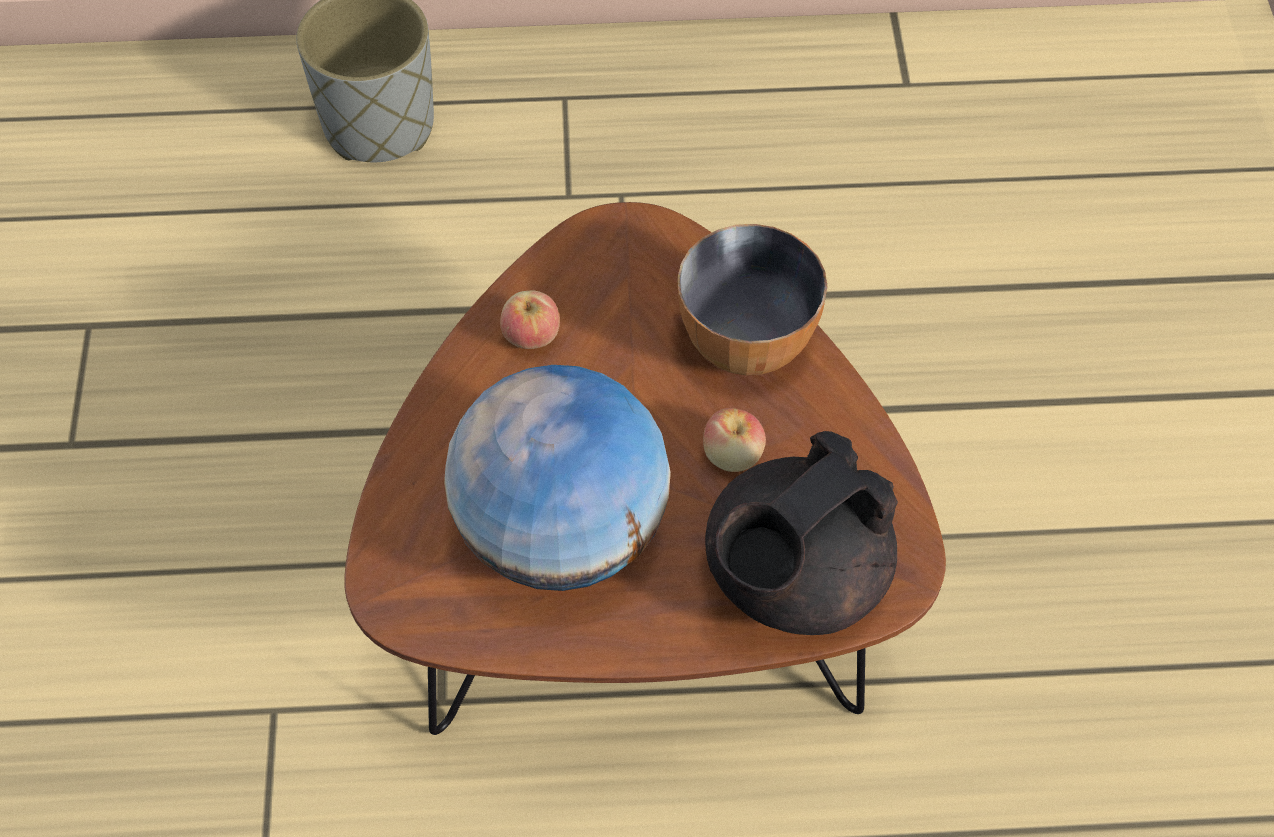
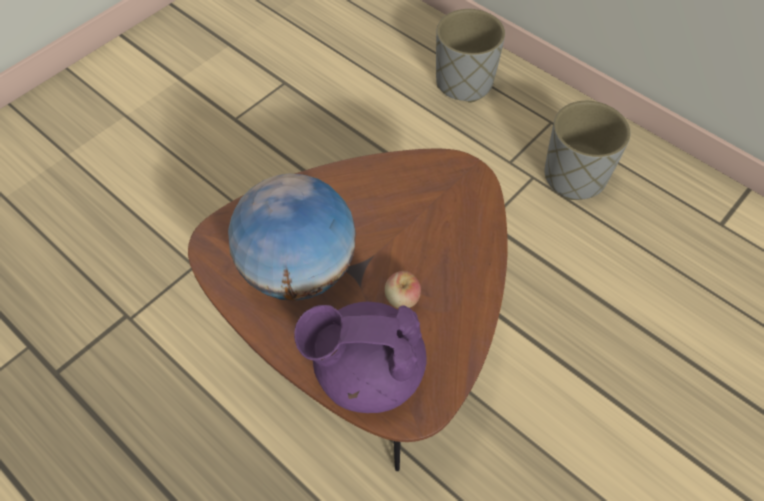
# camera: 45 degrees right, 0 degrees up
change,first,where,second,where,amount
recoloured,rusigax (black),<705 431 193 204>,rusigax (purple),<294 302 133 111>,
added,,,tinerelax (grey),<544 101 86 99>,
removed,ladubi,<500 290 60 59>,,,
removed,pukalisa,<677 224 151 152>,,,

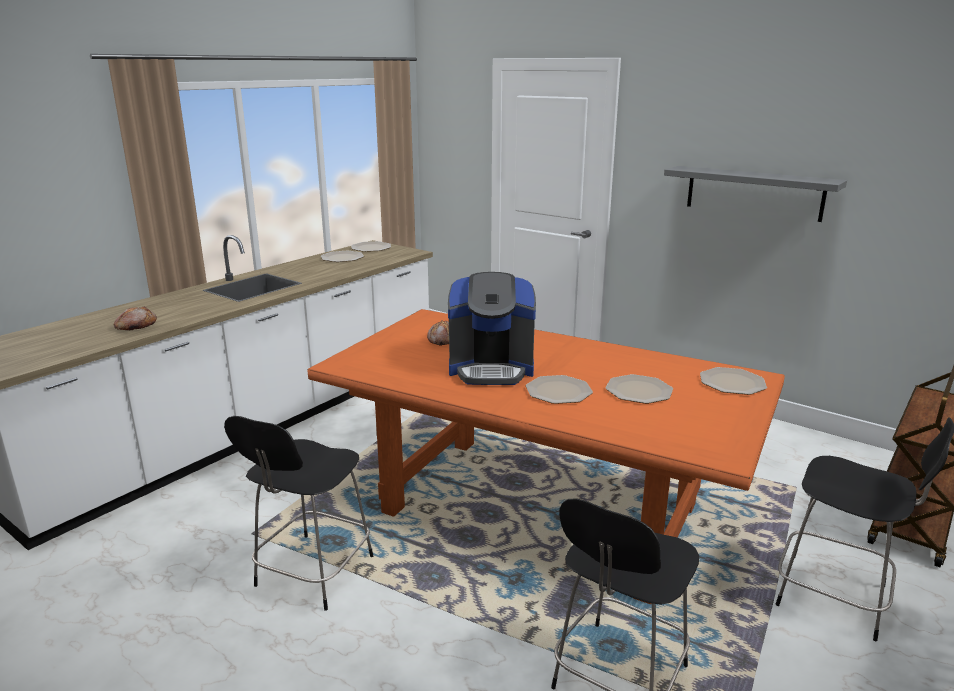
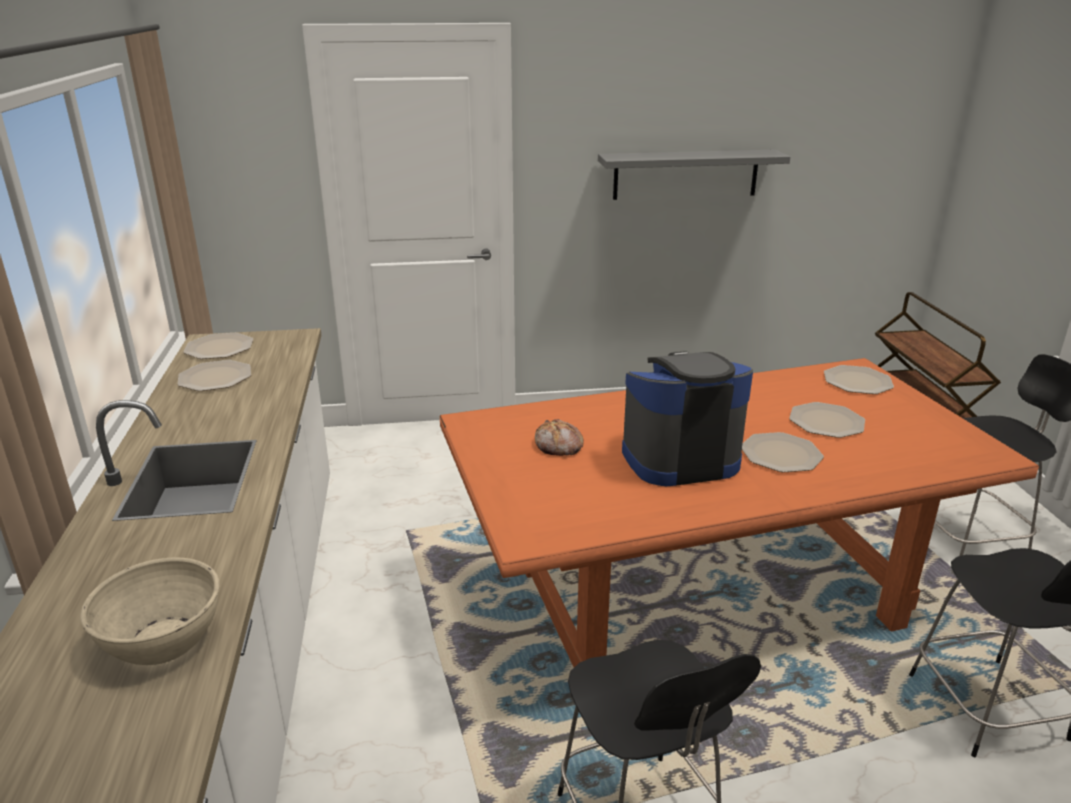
# camera: 45 degrees left, 5 degrees up
change,first,where,second,where,amount
replaced,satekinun,<114 306 43 24>,pukalisa (beige),<80 558 140 107>,
turned,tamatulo,<448 272 88 113>,,<622 351 131 135>,150 degrees counterclockwise

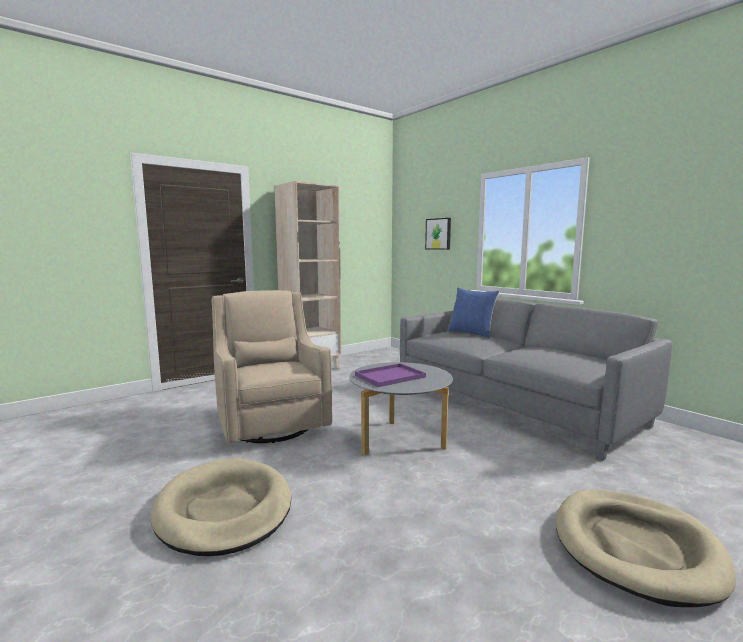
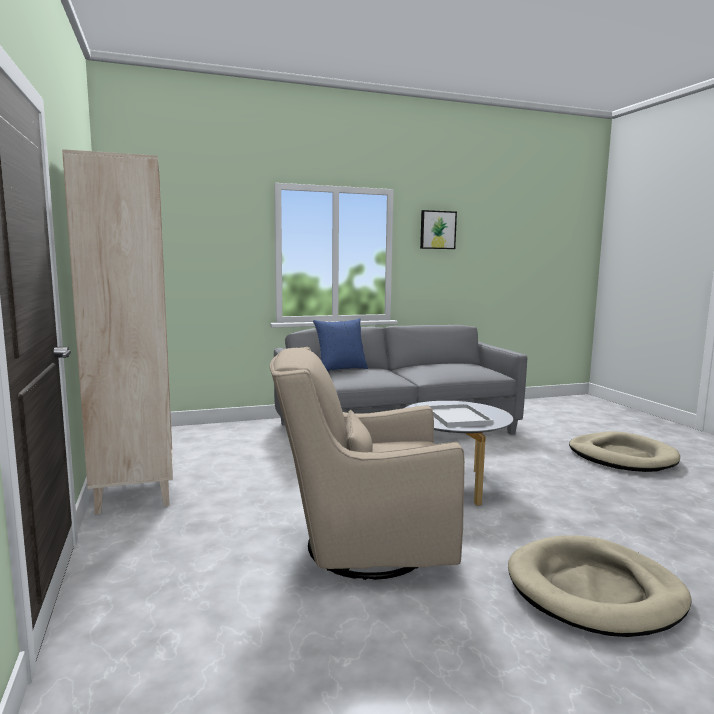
# camera: 70 degrees left, 0 degrees up
change,first,where,second,where,amount
moved,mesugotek,<425 218 26 32>,,<420 210 37 39>,
recoloured,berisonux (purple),<355 363 71 24>,berisonux (white),<430 404 63 23>,

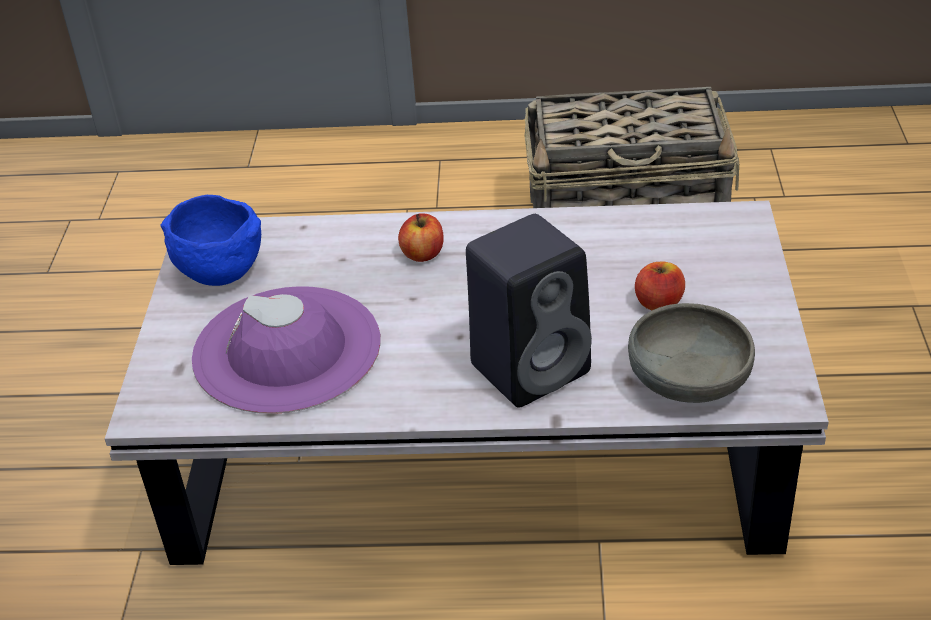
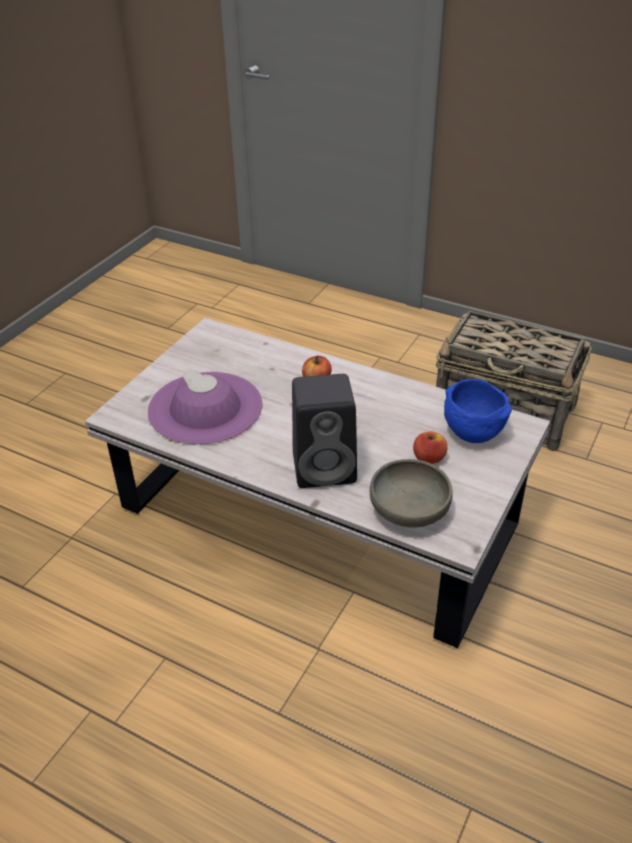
# camera: 25 degrees right, 0 degrees up
change,first,where,second,where,amount
moved,pukalisa (blue),<161 195 100 91>,,<444 379 68 64>,

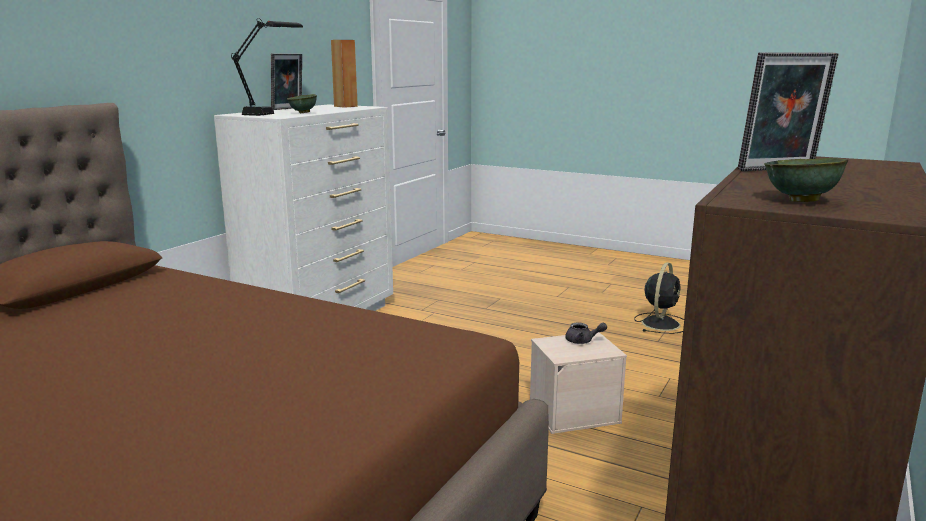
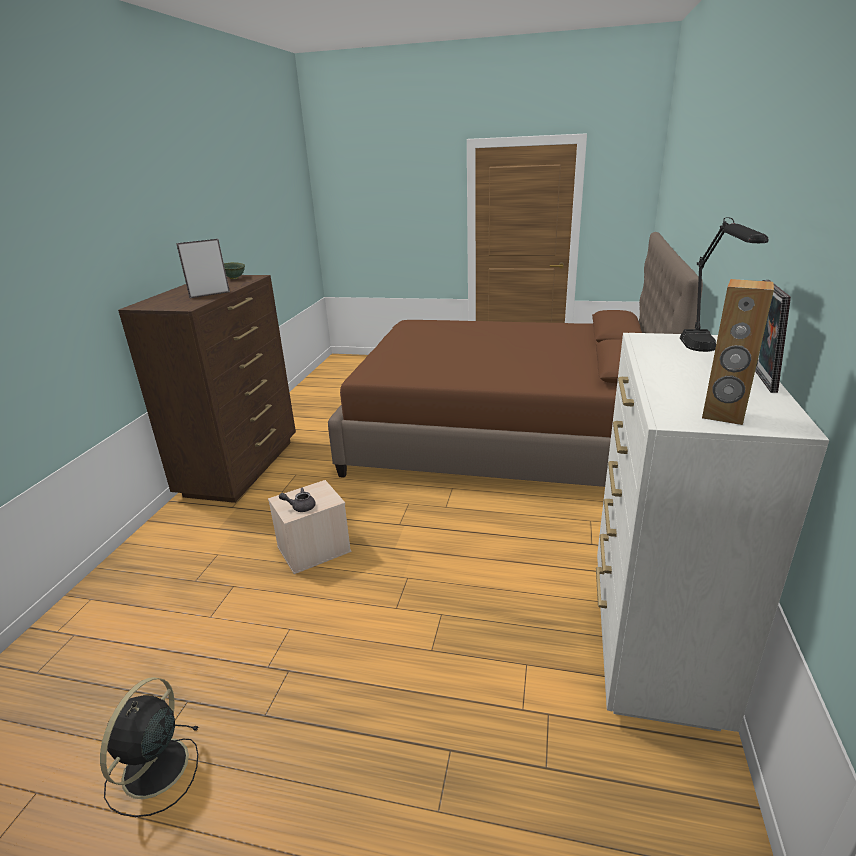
# camera: 165 degrees right, 10 degrees up
change,first,where,second,where,amount
removed,pukalisa (green),<287 94 30 19>,,,

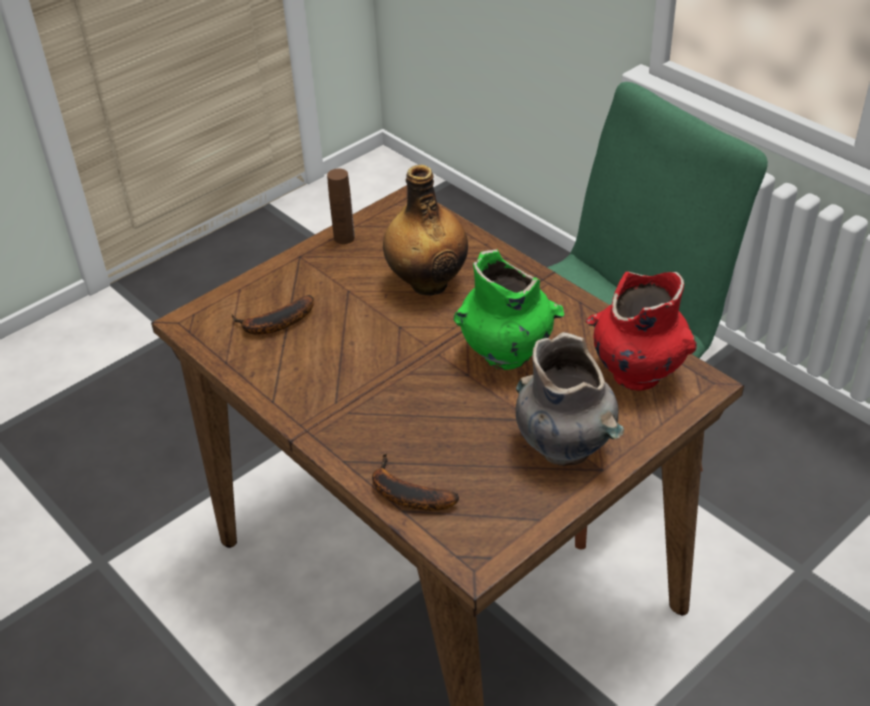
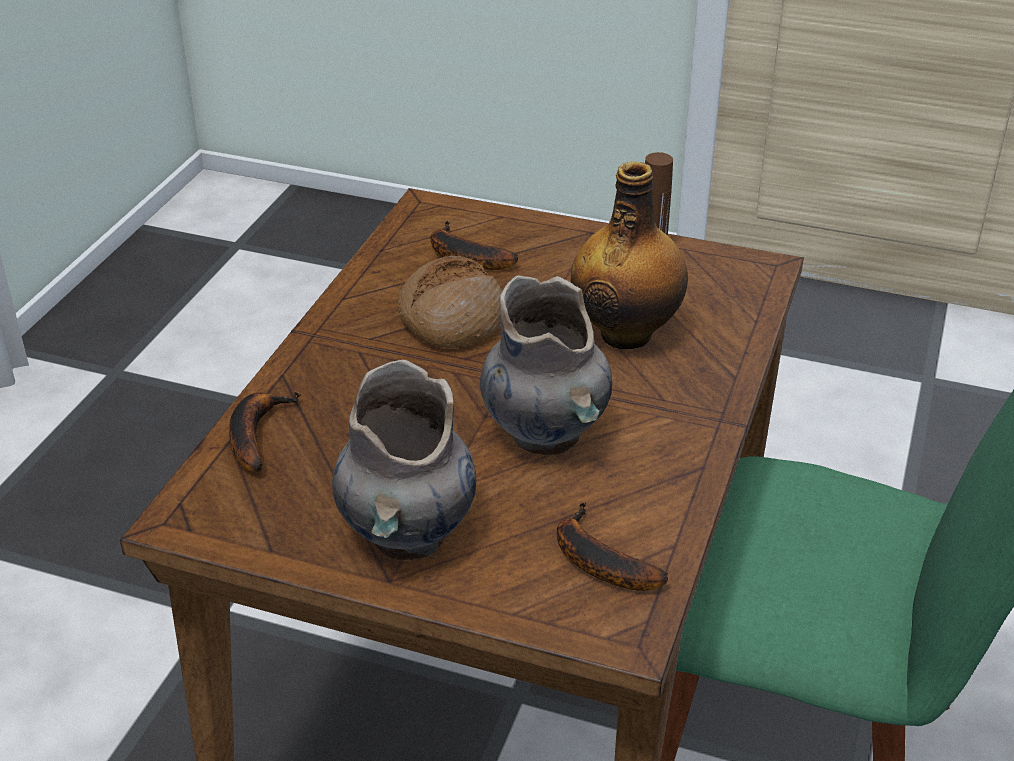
# camera: 60 degrees right, 5 degrees down
change,first,where,second,where,amount
added,,,satekinun,<397 256 105 92>,
recoloured,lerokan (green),<453 249 111 121>,lerokan (grey),<480 275 132 180>,
replaced,lerokan (red),<586 271 111 120>,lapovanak,<557 502 111 89>,

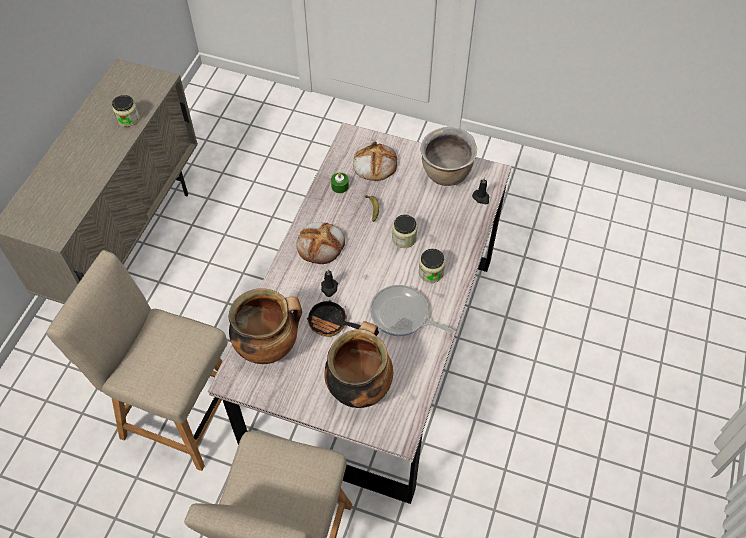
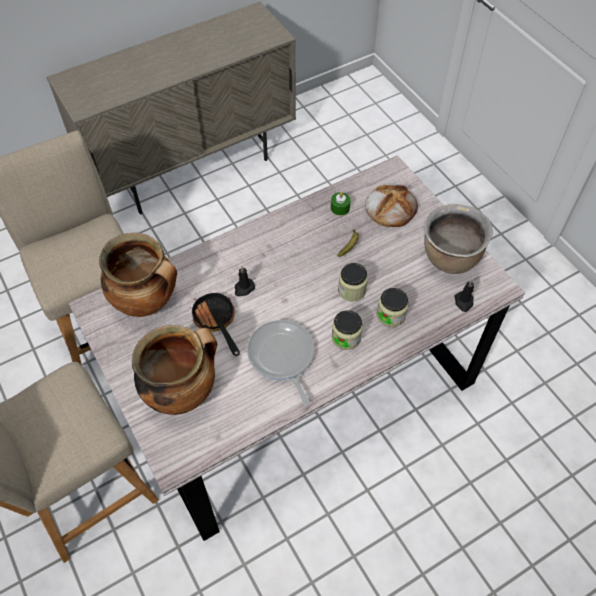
# camera: 40 degrees right, 0 degrees up
change,first,where,second,where,amount
moved,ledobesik,<112 95 27 32>,,<377 288 32 39>,
removed,satekinun,<296 222 49 42>,,,

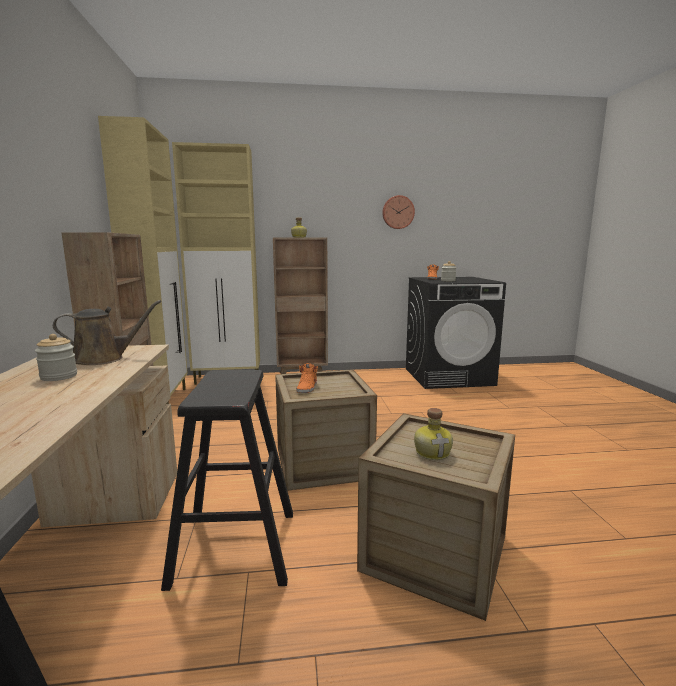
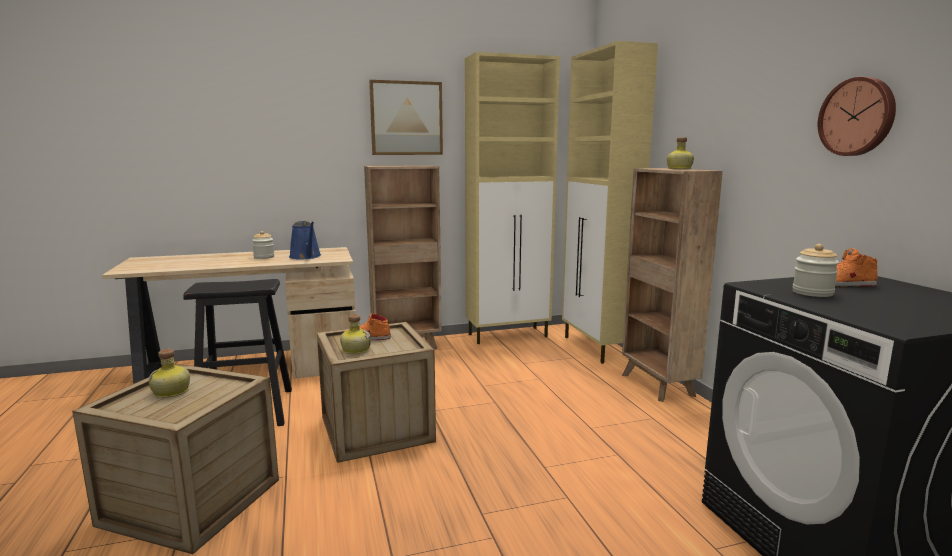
# camera: 80 degrees right, 0 degrees up
change,first,where,second,where,amount
recoloured,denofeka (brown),<53 300 109 65>,denofeka (blue),<289 221 32 39>,
added,,,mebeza,<340 314 31 40>,
added,,,mesugotek,<369 80 74 75>,

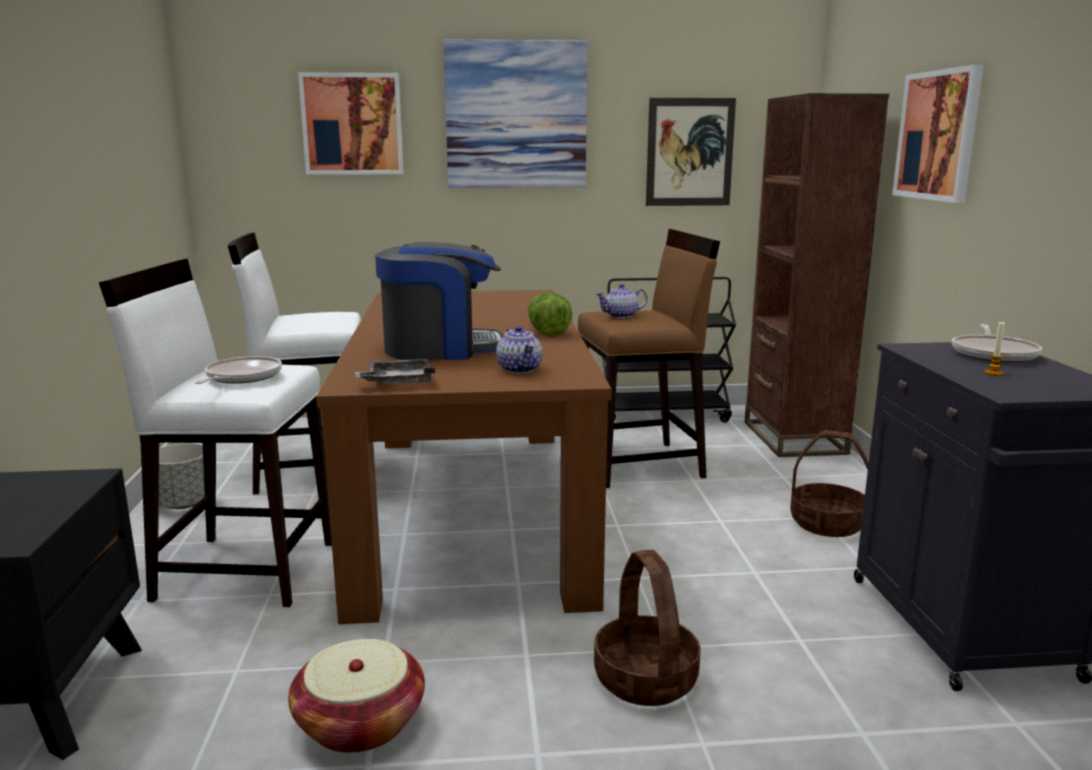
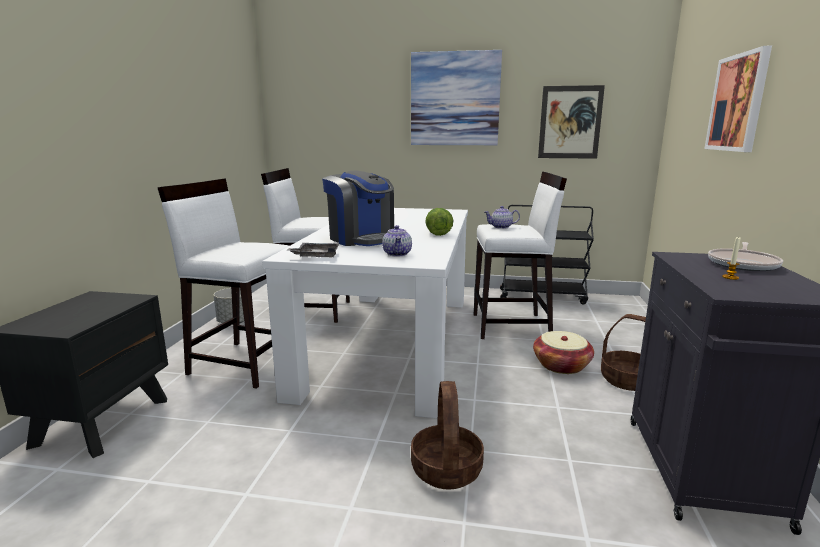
# camera: 15 degrees right, 0 degrees up
change,first,where,second,where,amount
recoloured,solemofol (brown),<316 290 296 334>,solemofol (white),<262 208 206 210>,
turned,tamatulo,<375 242 129 118>,,<322 171 72 75>,45 degrees clockwise
recoloured,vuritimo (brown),<578 229 142 259>,vuritimo (white),<474 171 93 168>,
moved,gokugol,<288 639 137 114>,,<533 331 61 43>,
removed,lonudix,<195 356 87 28>,,,
removed,mesugotek,<298 72 106 103>,,,
removed,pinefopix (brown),<745 93 144 364>,,,

